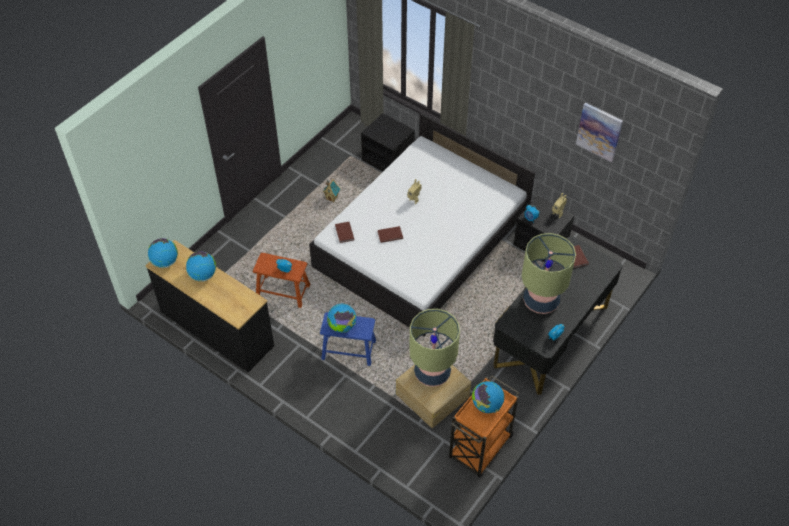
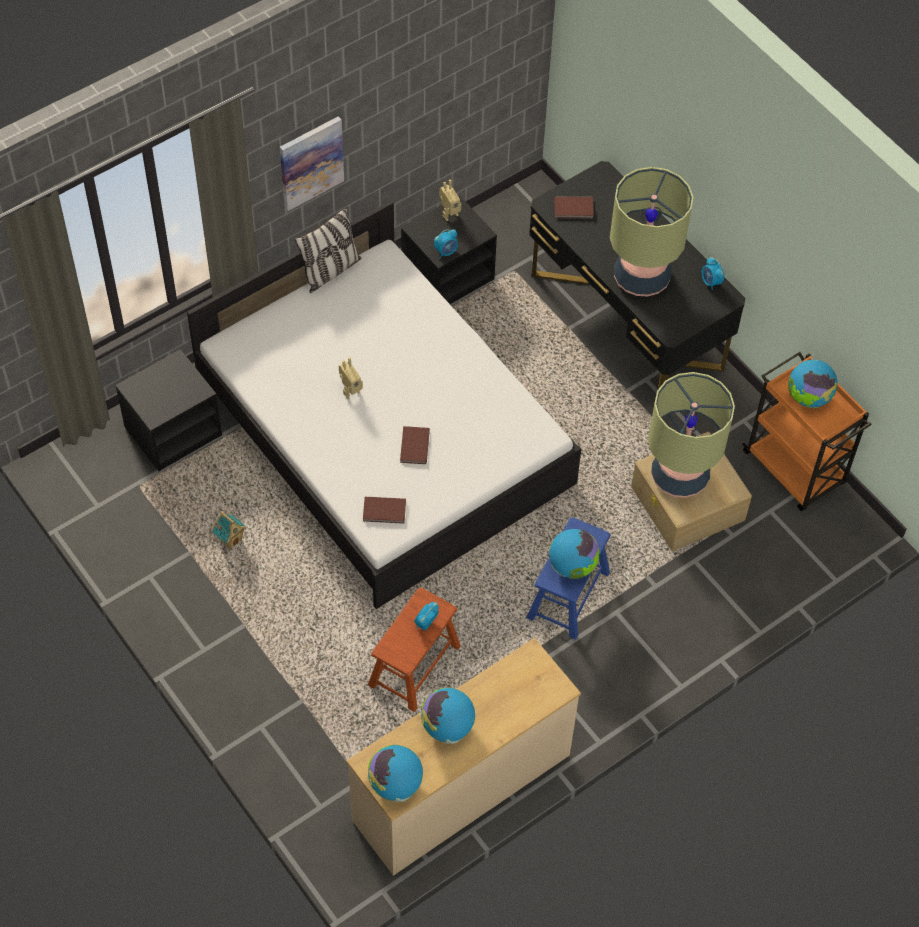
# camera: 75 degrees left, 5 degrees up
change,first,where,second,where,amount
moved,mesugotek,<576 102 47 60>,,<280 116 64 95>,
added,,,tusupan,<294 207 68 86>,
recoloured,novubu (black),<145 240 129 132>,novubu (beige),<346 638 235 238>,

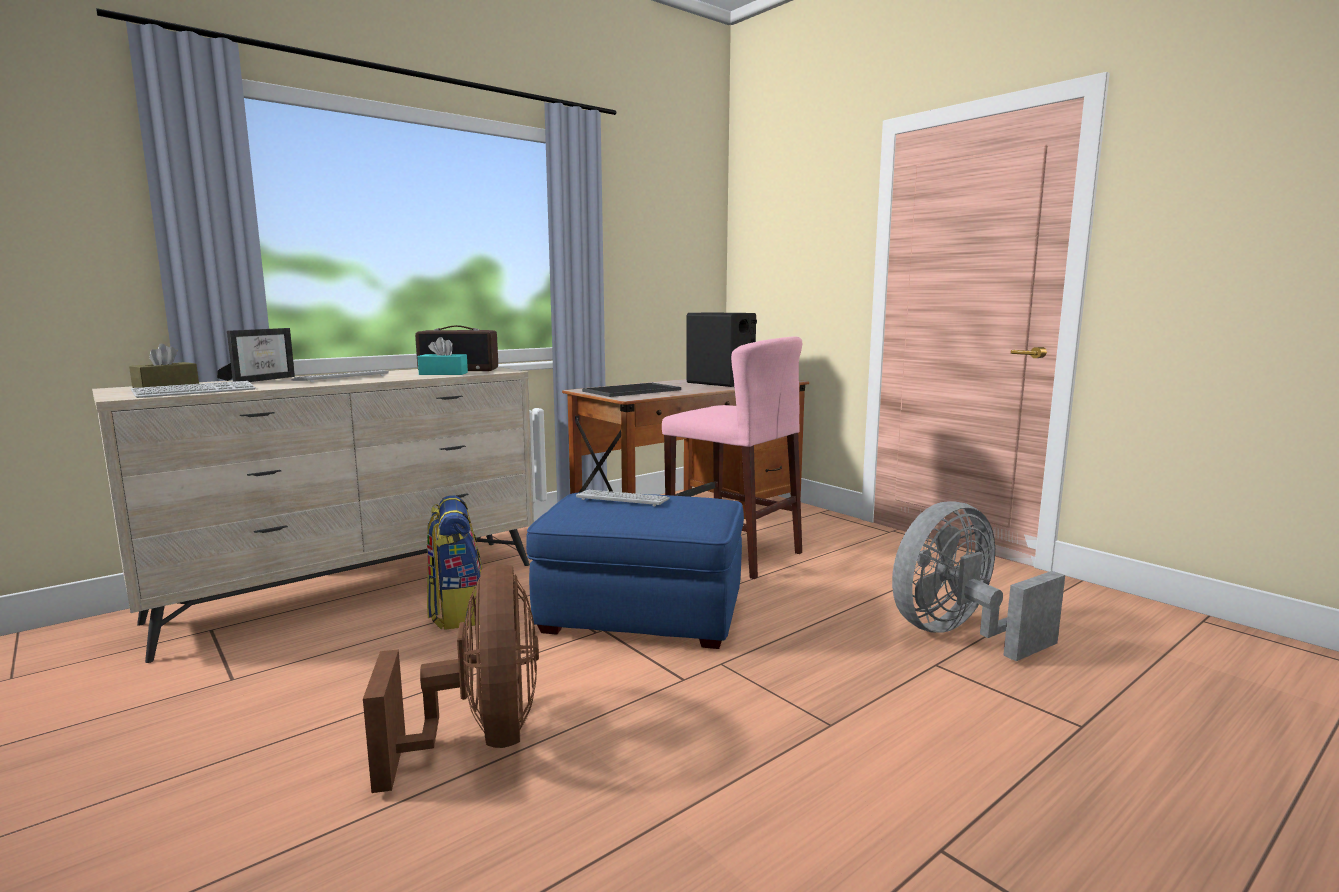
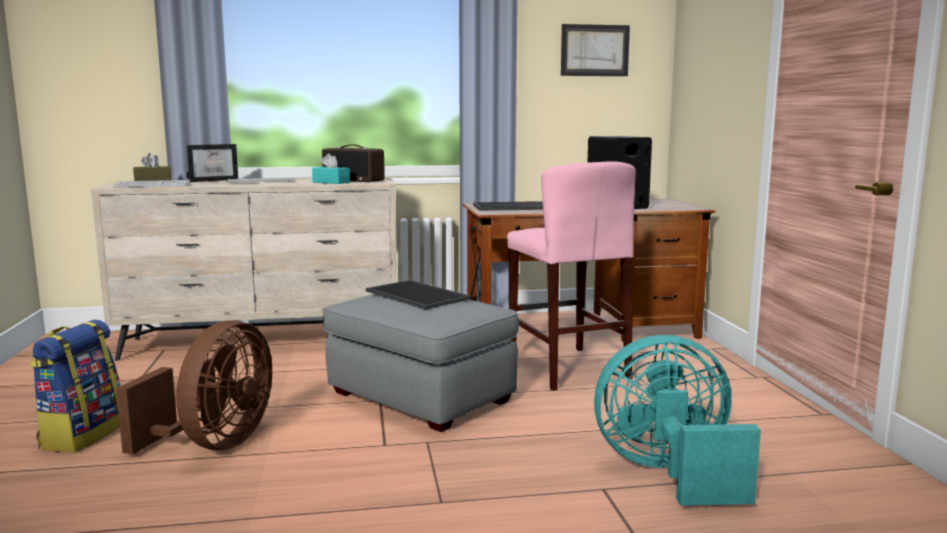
# camera: 30 degrees right, 0 degrees up
change,first,where,second,where,amount
moved,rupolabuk,<427 495 55 135>,,<30 320 91 133>,
recoloured,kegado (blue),<526 492 218 157>,kegado (grey),<323 294 196 138>,
replaced,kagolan,<576 490 94 16>,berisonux,<366 280 105 30>,
added,,,mesugotek,<561 24 69 52>,
recoloured,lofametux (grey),<892 501 173 160>,lofametux (turquoise),<594 335 167 171>,

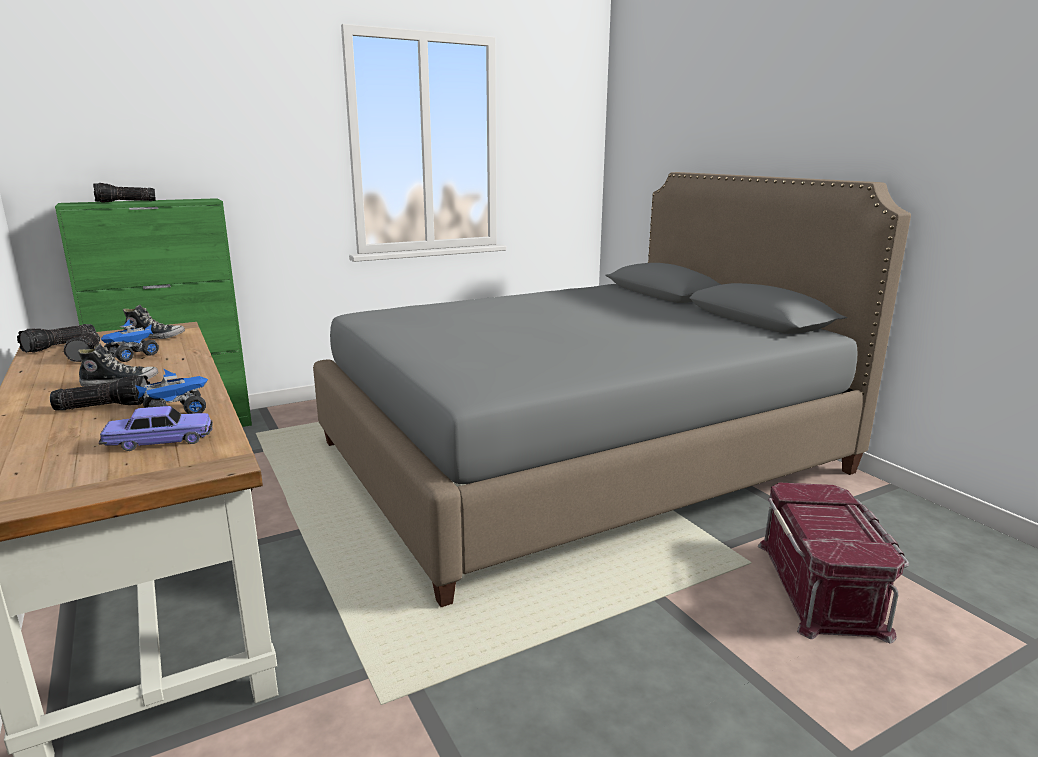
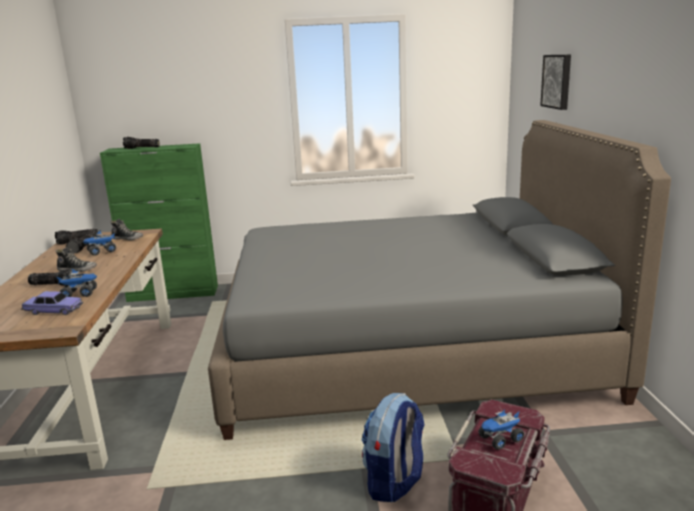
# camera: 25 degrees right, 0 degrees up
change,first,where,second,where,amount
added,,,rupolabuk,<362 393 63 109>,
added,,,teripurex,<479 409 45 41>,
added,,,mesugotek,<540 55 31 55>,

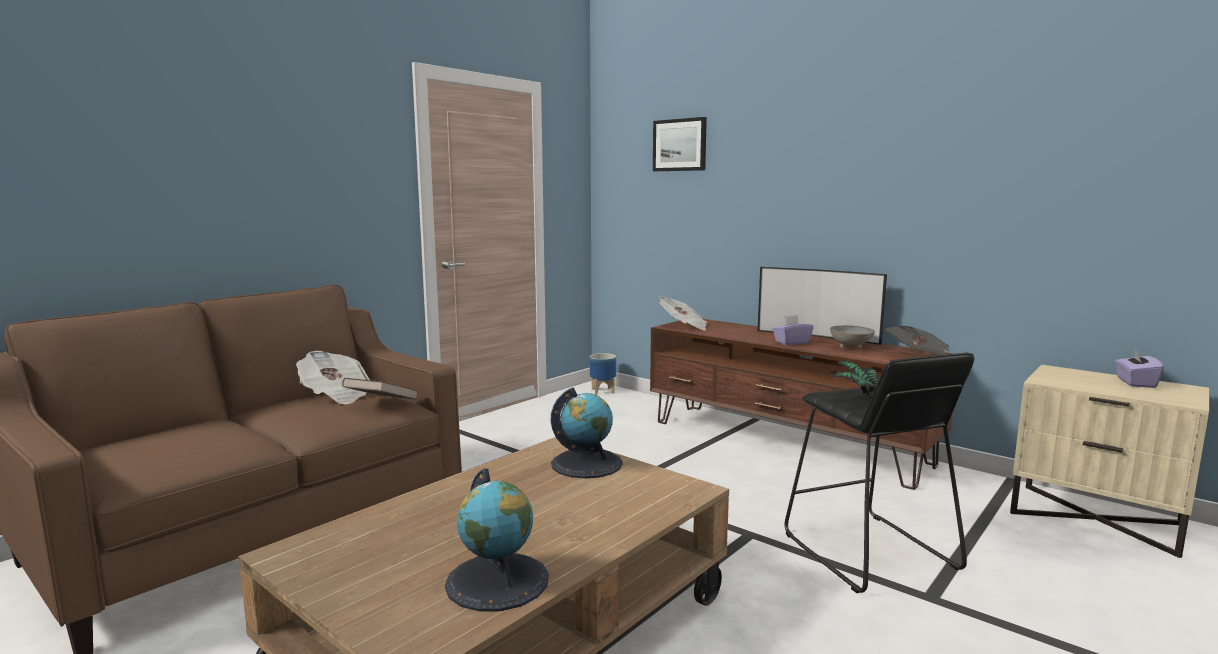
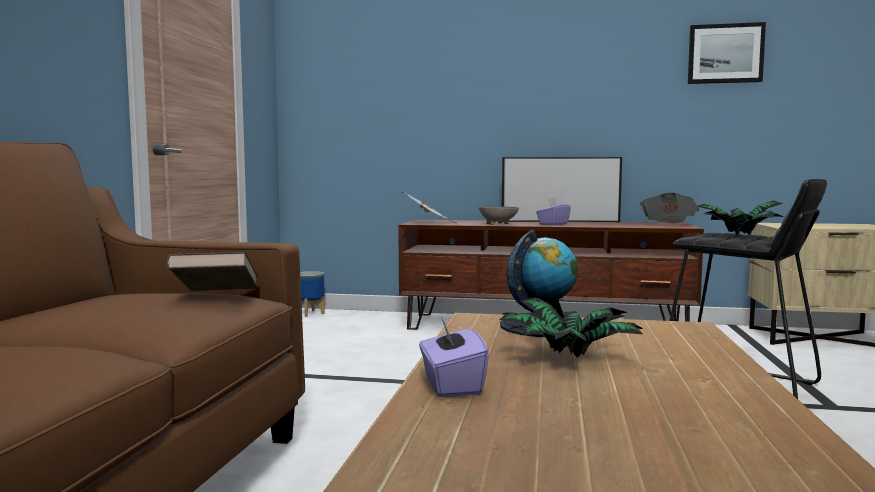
# camera: 30 degrees left, 5 degrees down
change,first,where,second,where,amount
moved,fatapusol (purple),<1115 348 49 40>,,<419 317 70 80>,
moved,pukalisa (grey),<830 325 45 23>,,<479 206 40 19>,
added,,,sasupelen,<499 297 144 61>,
moved,mesugotek,<653 117 54 54>,,<688 22 78 62>,
removed,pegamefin,<296 351 74 53>,,,
removed,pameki,<445 468 104 144>,,,

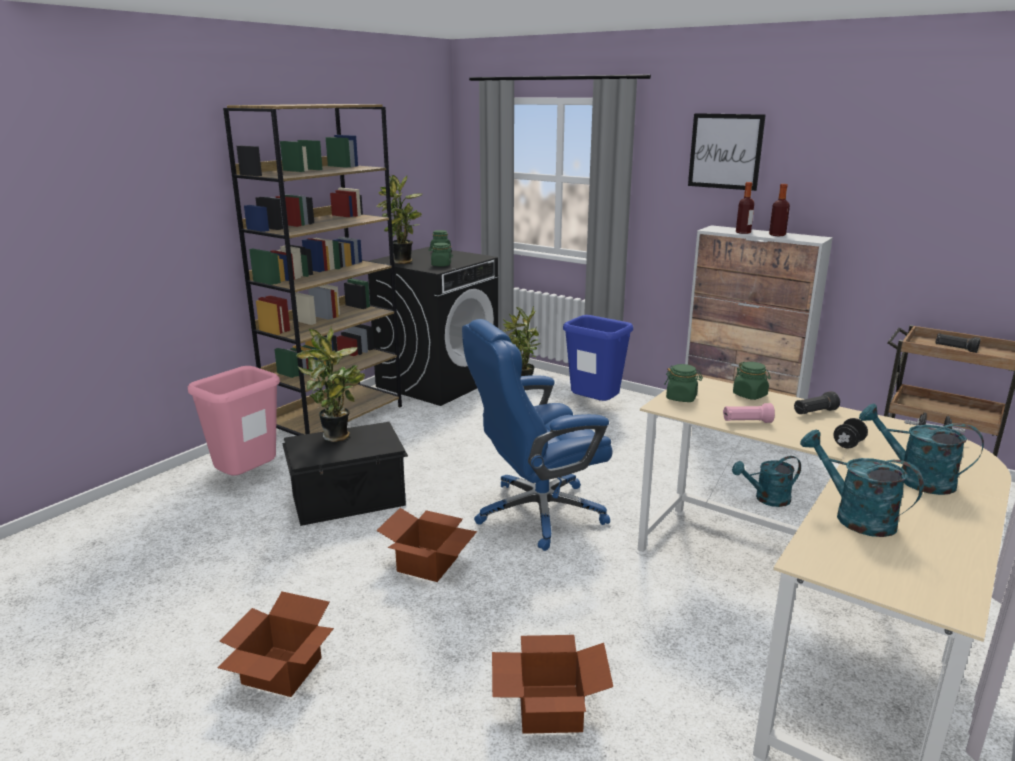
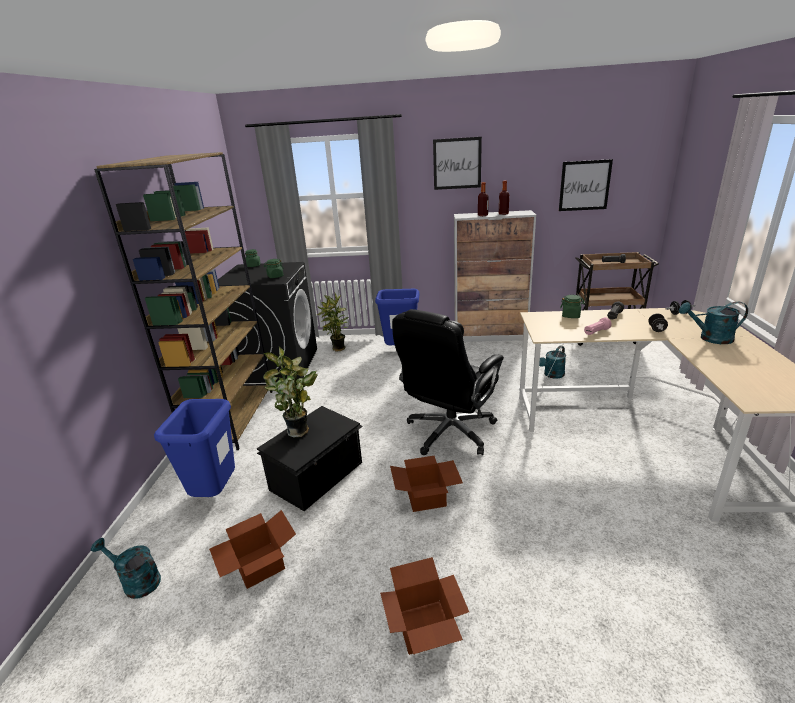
# camera: 30 degrees left, 5 degrees up
change,first,where,second,where,amount
moved,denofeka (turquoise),<800 430 124 107>,,<91 538 70 61>,
recoloured,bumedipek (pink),<188 366 92 110>,bumedipek (blue),<154 399 81 98>,
moved,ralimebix,<492 635 121 99>,,<209 510 87 79>,
recoloured,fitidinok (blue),<462 319 151 232>,fitidinok (black),<392 309 112 146>,
added,,,mesugotek,<559 159 54 52>,
removed,sasupelen,<377 175 45 89>,,,
removed,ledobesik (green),<664 364 39 38>,,,

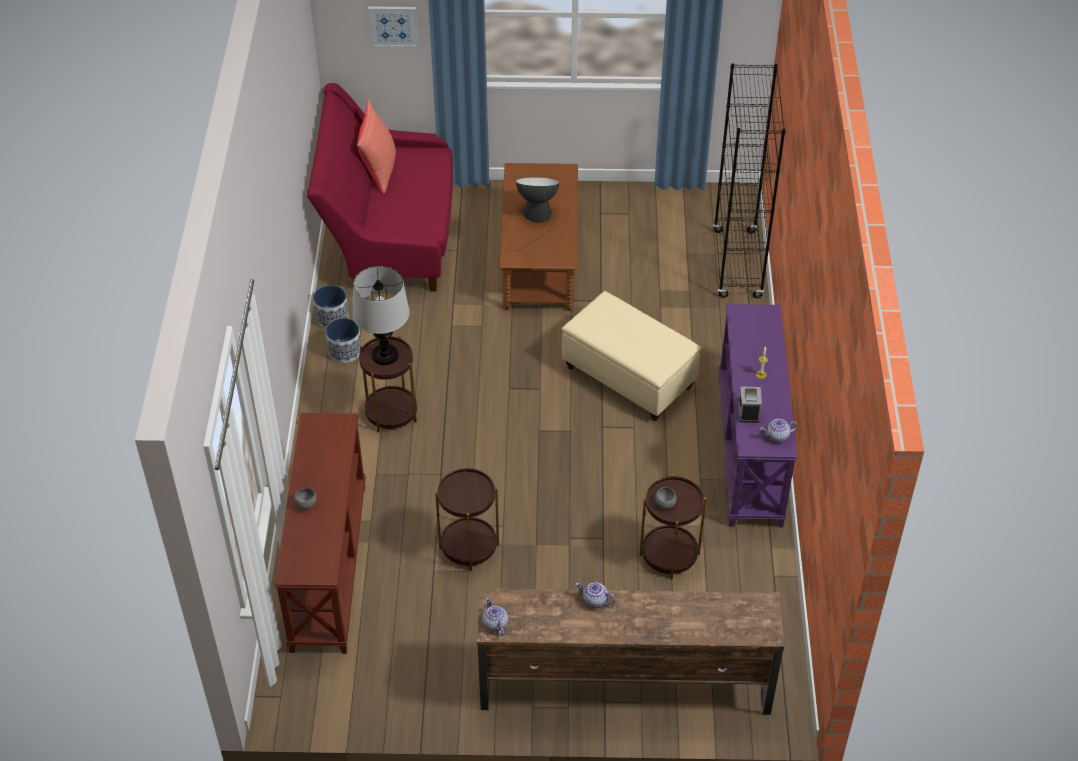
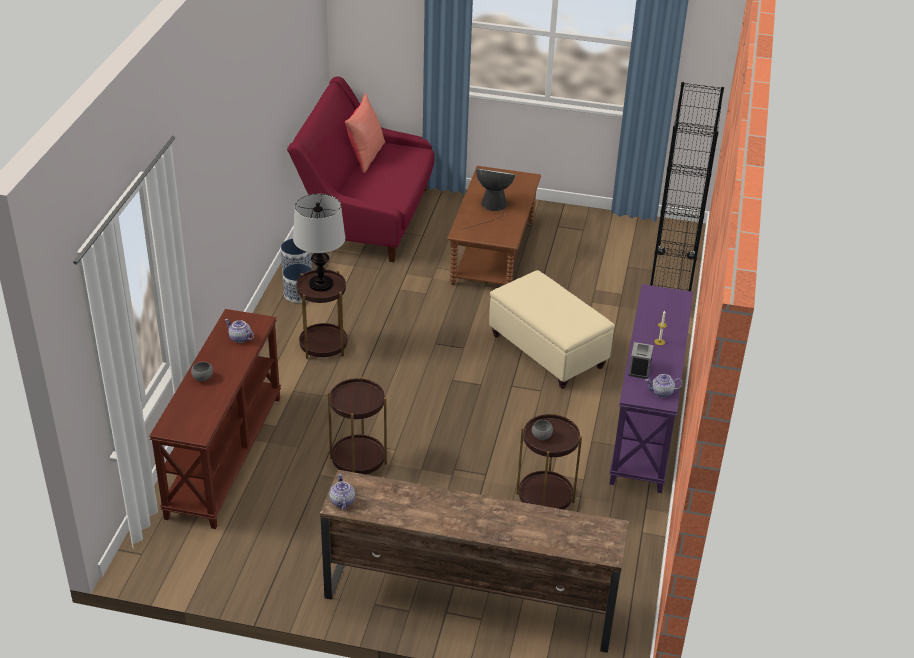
# camera: 10 degrees right, 10 degrees down
change,first,where,second,where,amount
moved,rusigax,<576 582 39 26>,,<225 319 29 24>,
removed,mesugotek,<368 6 50 42>,,,

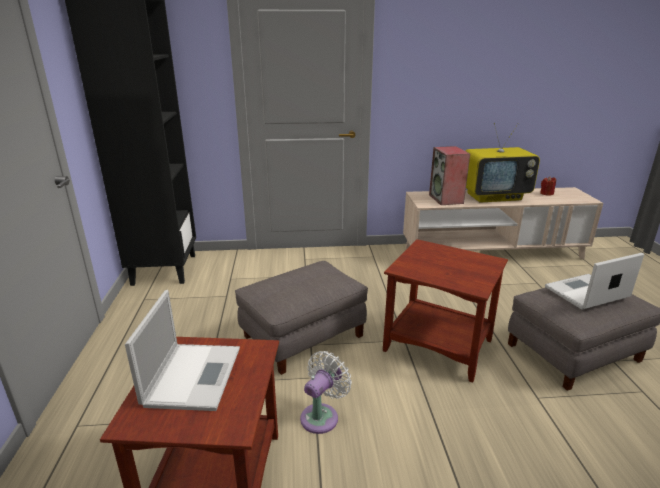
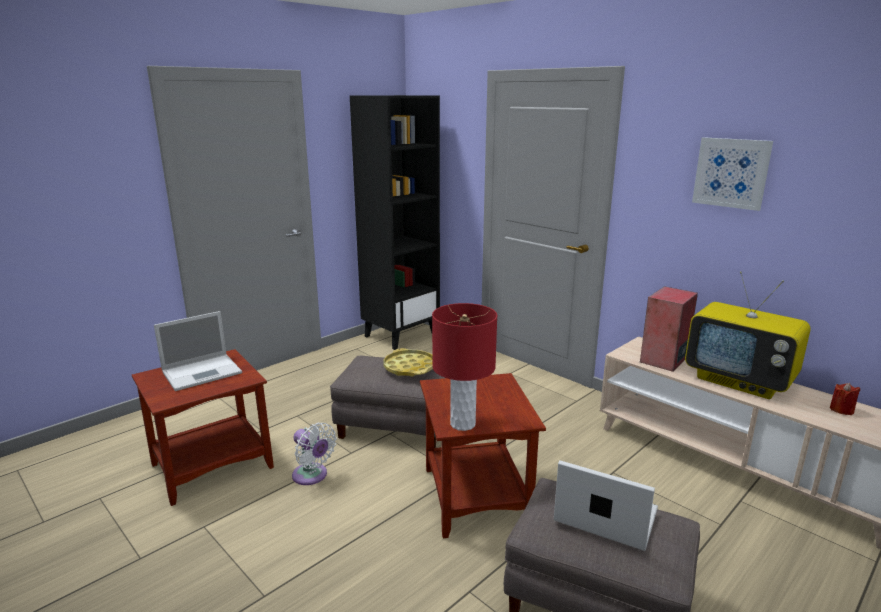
# camera: 50 degrees right, 5 degrees down
change,first,where,second,where,amount
turned,lofametux (white),<300 351 52 83>,,<292 423 45 62>,45 degrees clockwise
added,,,berisonux (yellow),<383 348 50 29>,
added,,,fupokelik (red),<432 303 65 128>,
added,,,mesugotek,<692 137 81 74>,

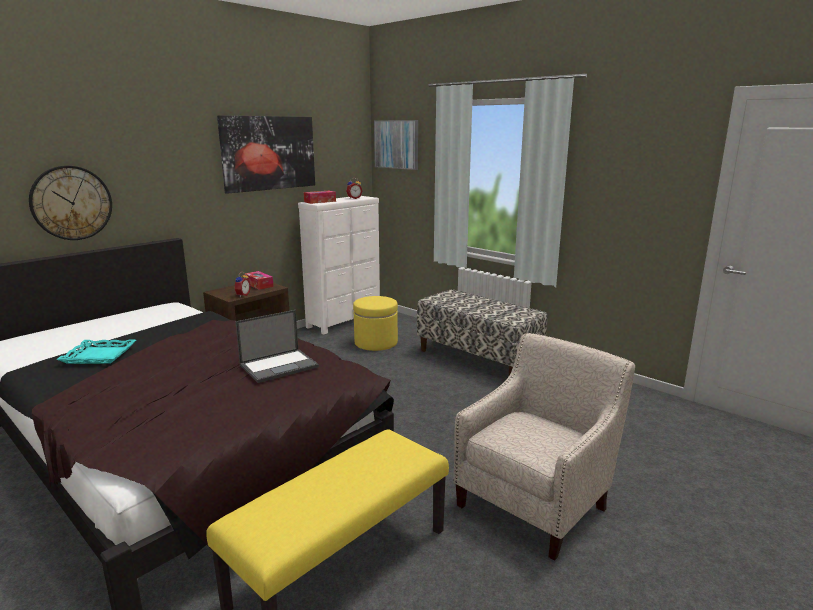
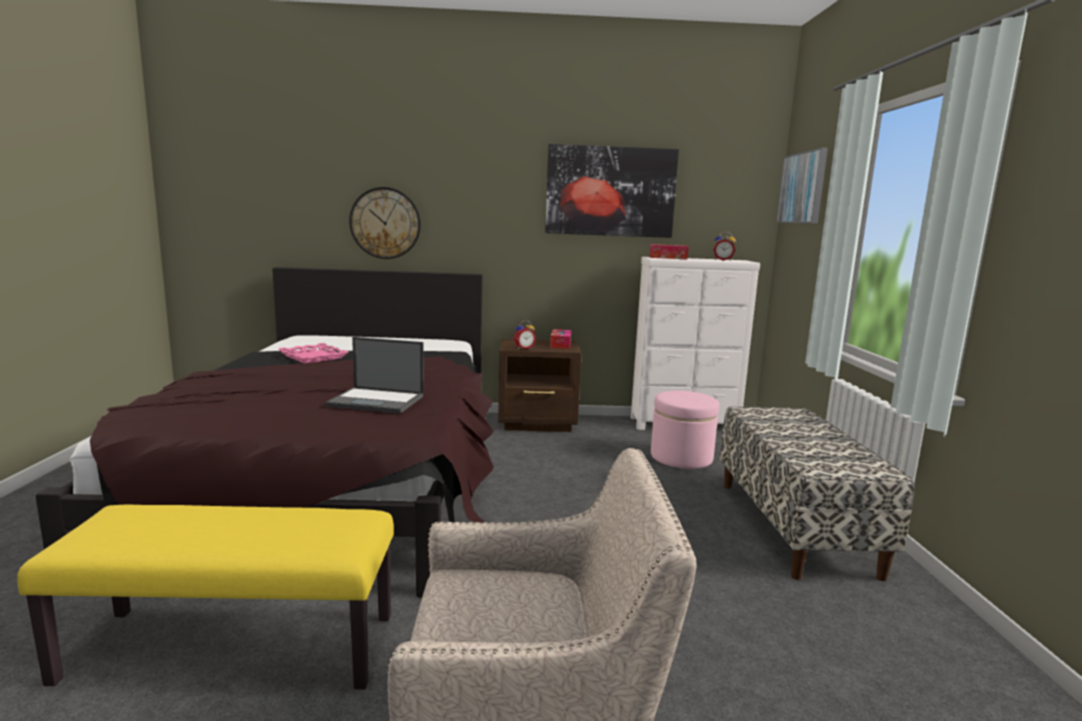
# camera: 45 degrees right, 5 degrees down
change,first,where,second,where,amount
recoloured,berisonux (turquoise),<56 339 80 25>,berisonux (pink),<278 343 71 20>,
recoloured,kegado (yellow),<353 296 45 55>,kegado (pink),<651 391 68 78>,

